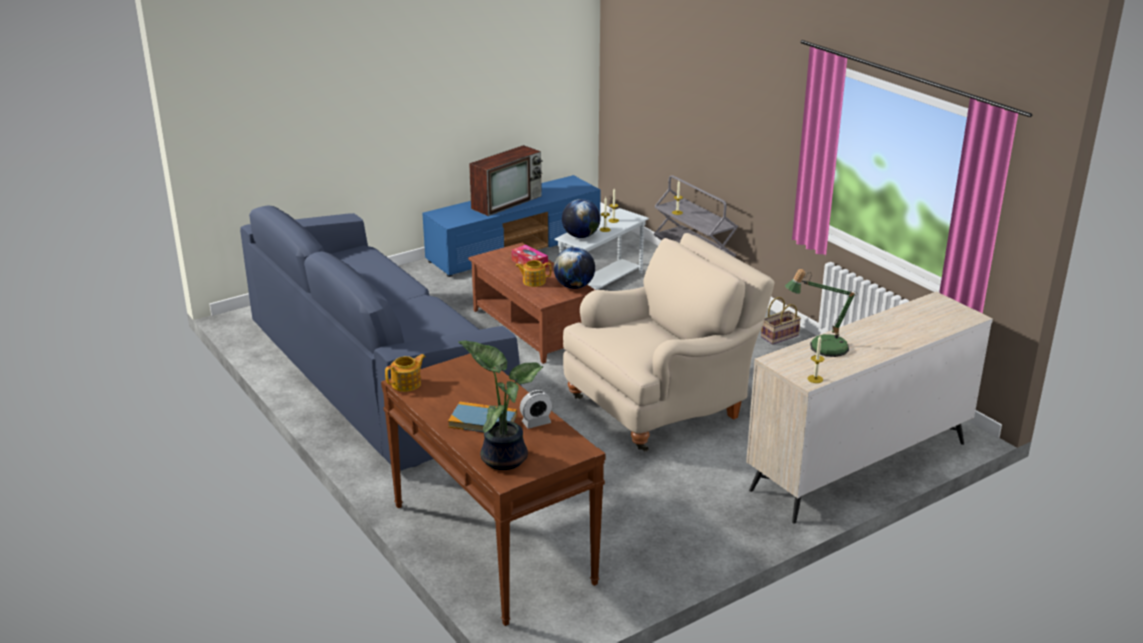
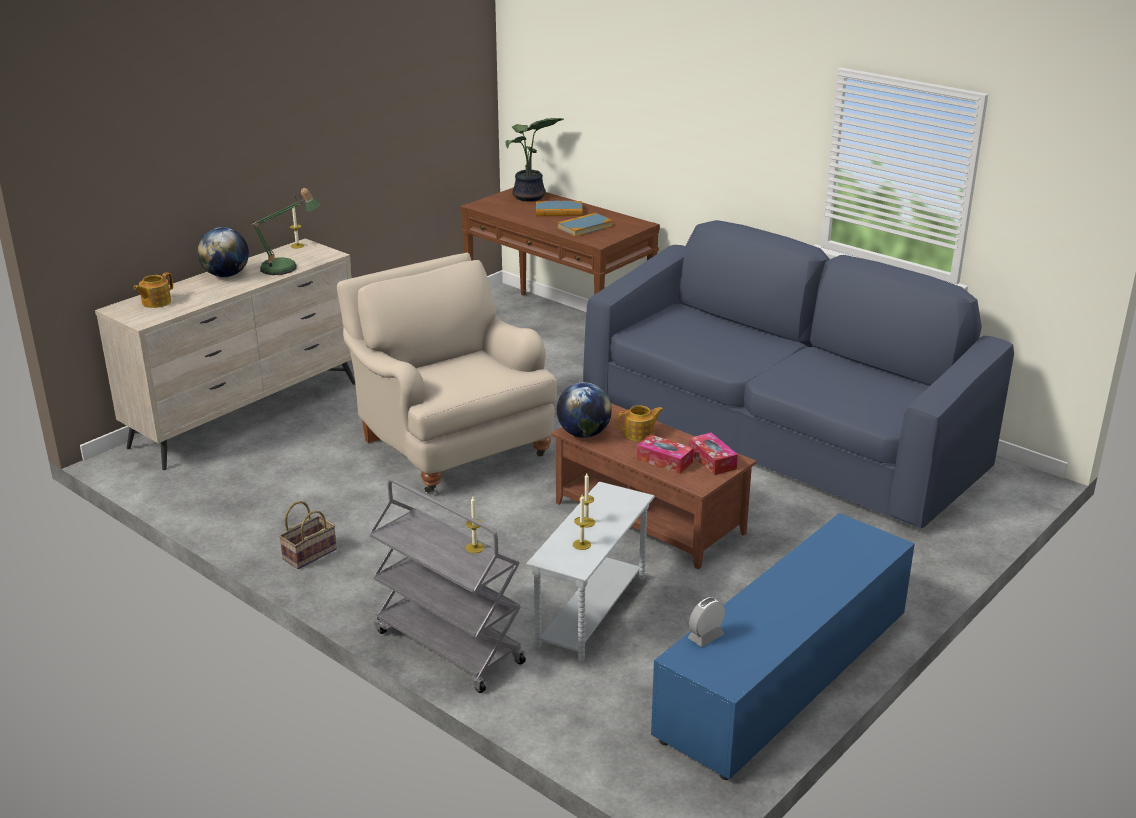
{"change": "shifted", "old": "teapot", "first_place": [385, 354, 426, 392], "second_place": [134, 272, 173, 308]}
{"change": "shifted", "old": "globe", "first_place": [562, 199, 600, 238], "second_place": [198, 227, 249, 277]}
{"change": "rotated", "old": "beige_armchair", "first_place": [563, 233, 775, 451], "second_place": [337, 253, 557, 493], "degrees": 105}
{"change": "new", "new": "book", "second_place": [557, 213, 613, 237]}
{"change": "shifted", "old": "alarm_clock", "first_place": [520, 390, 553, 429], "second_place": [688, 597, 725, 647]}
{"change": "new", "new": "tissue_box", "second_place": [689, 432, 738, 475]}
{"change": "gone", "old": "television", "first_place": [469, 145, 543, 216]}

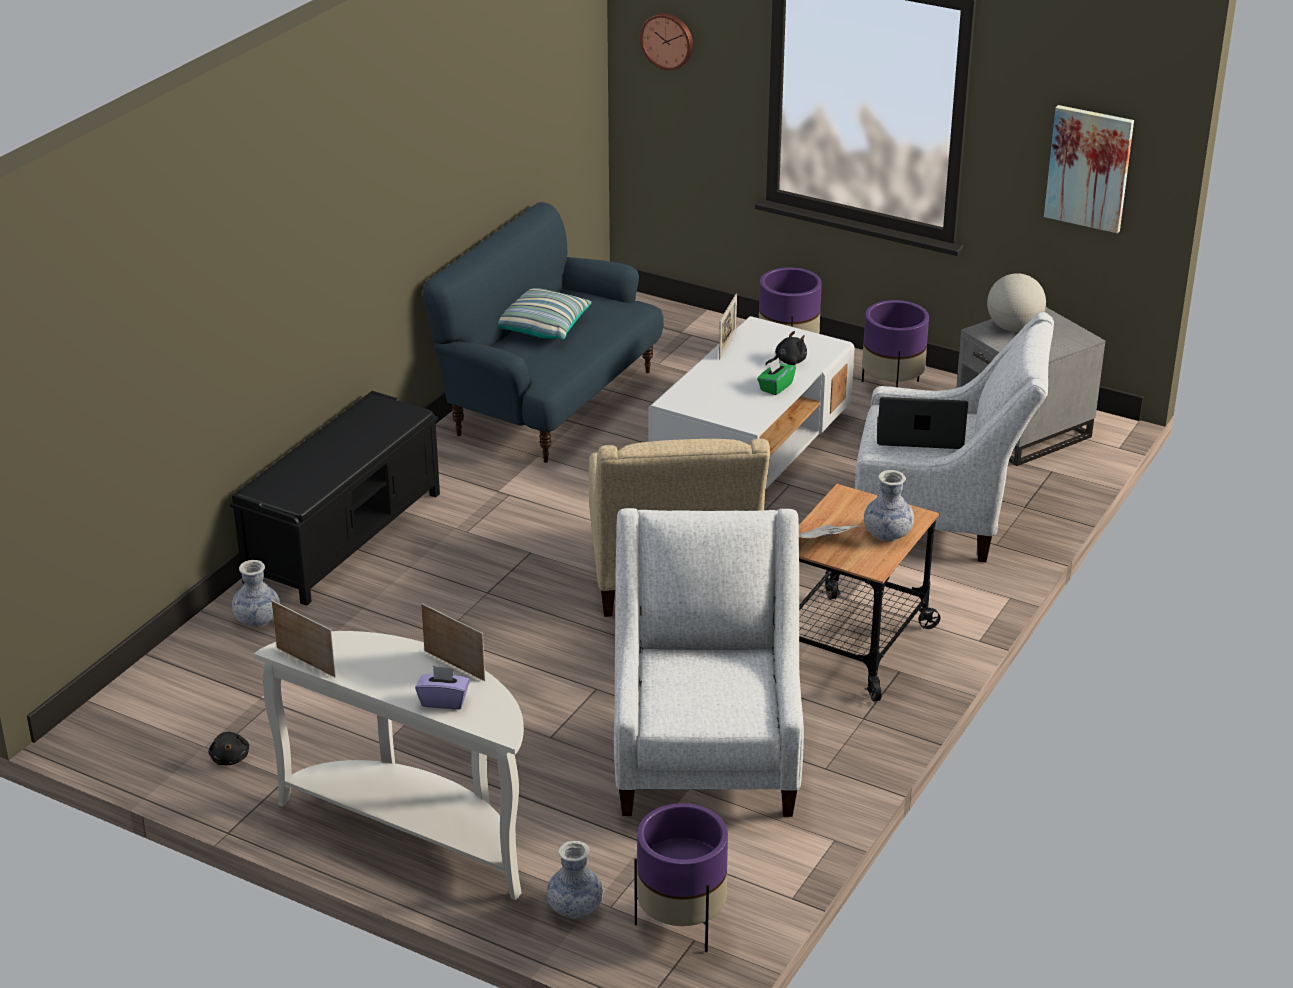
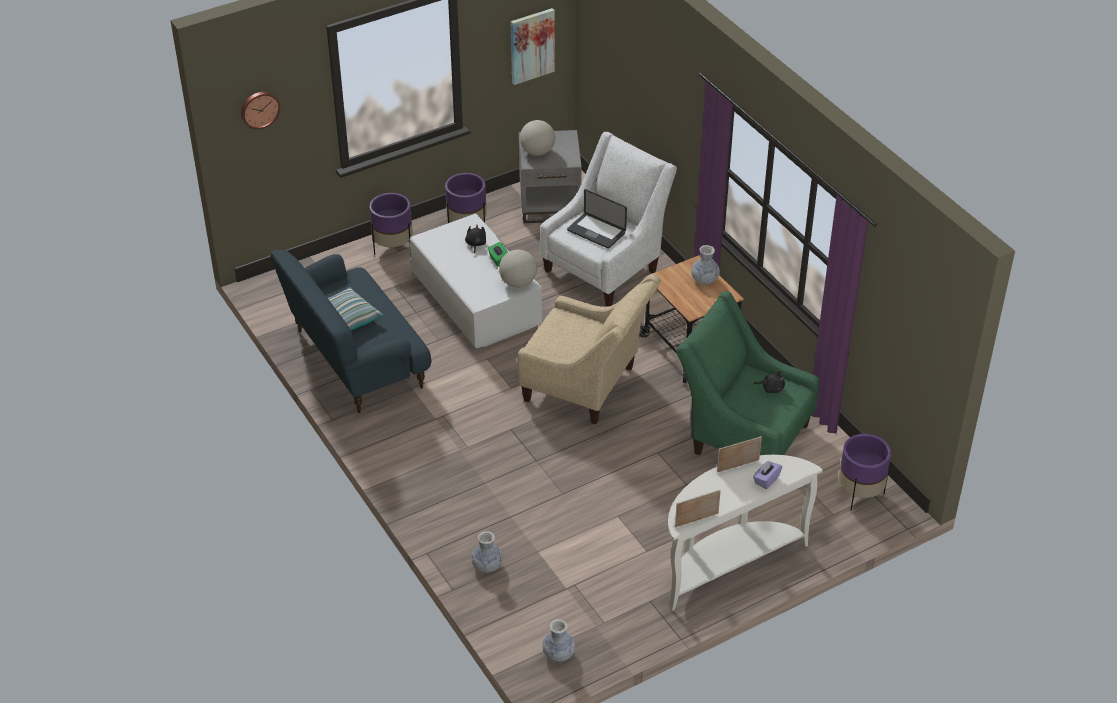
{"change": "new", "new": "globe", "second_place": [499, 250, 537, 288]}
{"change": "shifted", "old": "vase", "first_place": [547, 841, 603, 919], "second_place": [542, 619, 575, 662]}
{"change": "rotated", "old": "laptop", "first_place": [877, 397, 968, 449], "second_place": [567, 189, 627, 248], "degrees": -90}
{"change": "repainted", "old": "white_armchair", "new": "green_armchair", "first_place": [614, 508, 804, 817], "second_place": [676, 291, 820, 455]}
{"change": "shifted", "old": "black_plush_toy", "first_place": [208, 732, 249, 765], "second_place": [753, 371, 785, 393]}
{"change": "gone", "old": "black_bench", "first_place": [230, 391, 440, 606]}
{"change": "gone", "old": "picture_frame", "first_place": [719, 293, 737, 360]}
{"change": "gone", "old": "newspaper", "first_place": [799, 525, 861, 538]}

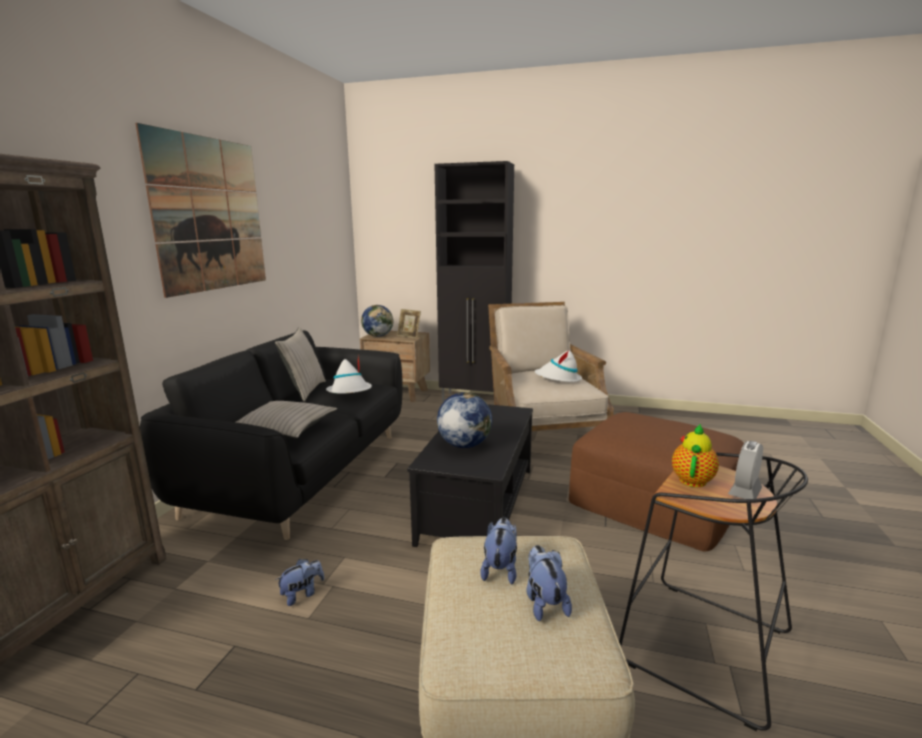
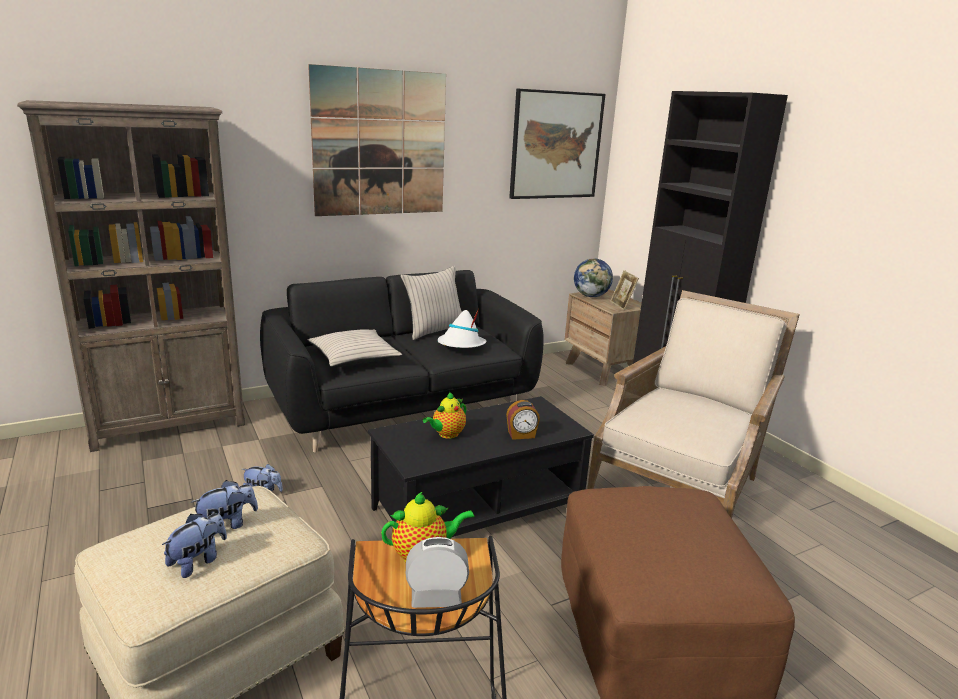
{"change": "swapped", "old": "globe", "new": "teapot", "first_place": [437, 392, 492, 448], "second_place": [423, 392, 467, 439]}
{"change": "new", "new": "alarm_clock", "second_place": [506, 400, 540, 440]}
{"change": "new", "new": "picture", "second_place": [509, 89, 605, 199]}
{"change": "gone", "old": "white_hat", "first_place": [535, 350, 582, 382]}

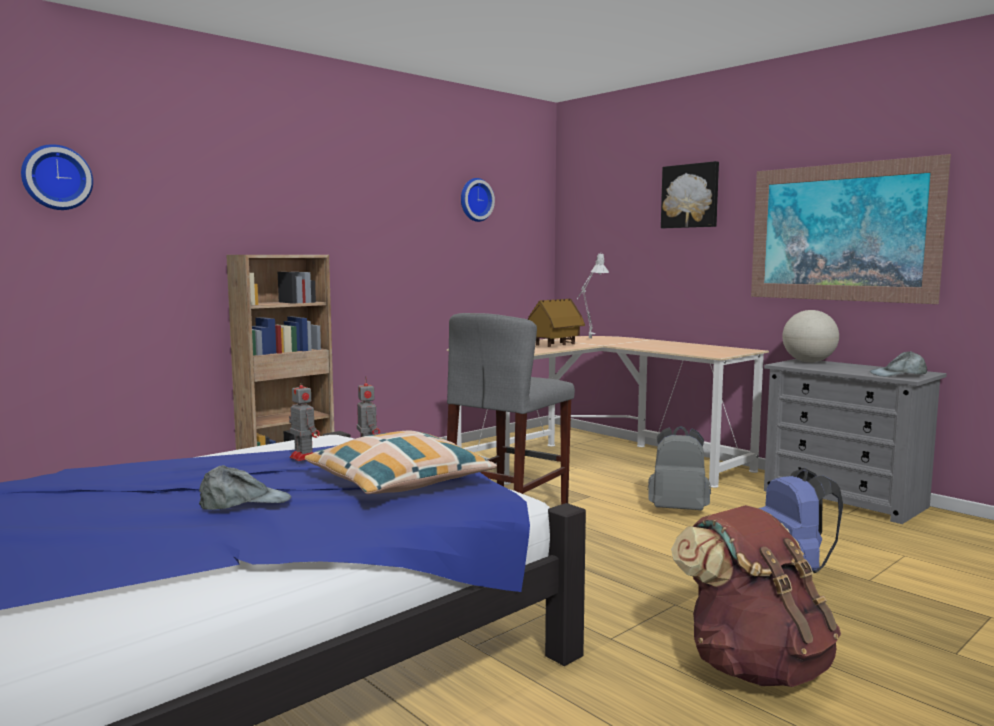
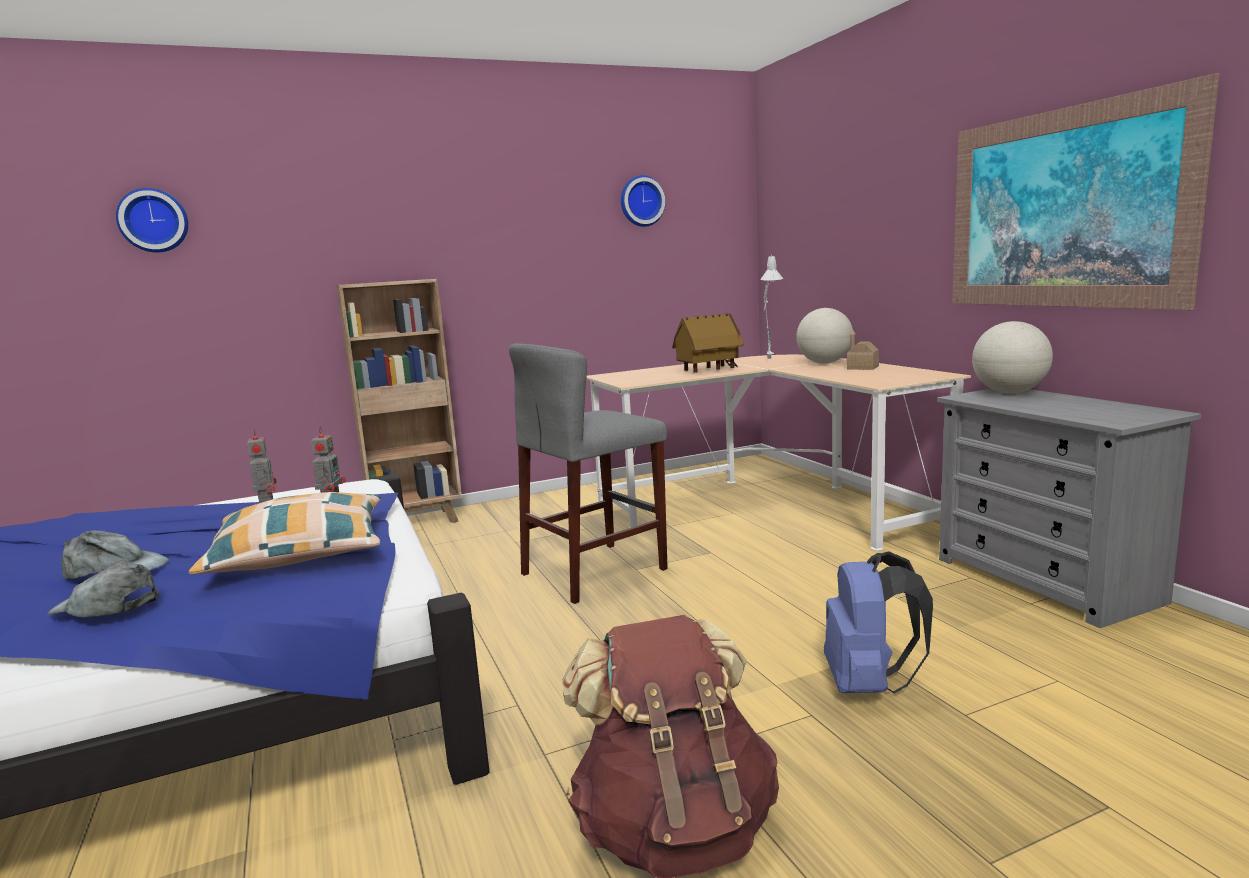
{"change": "shifted", "old": "grey_cap", "first_place": [869, 351, 927, 377], "second_place": [47, 560, 159, 618]}
{"change": "new", "new": "globe", "second_place": [796, 308, 853, 364]}
{"change": "new", "new": "toy_house", "second_place": [847, 329, 879, 370]}
{"change": "gone", "old": "grey_backpack", "first_place": [648, 426, 711, 510]}
{"change": "gone", "old": "picture", "first_place": [661, 161, 719, 228]}

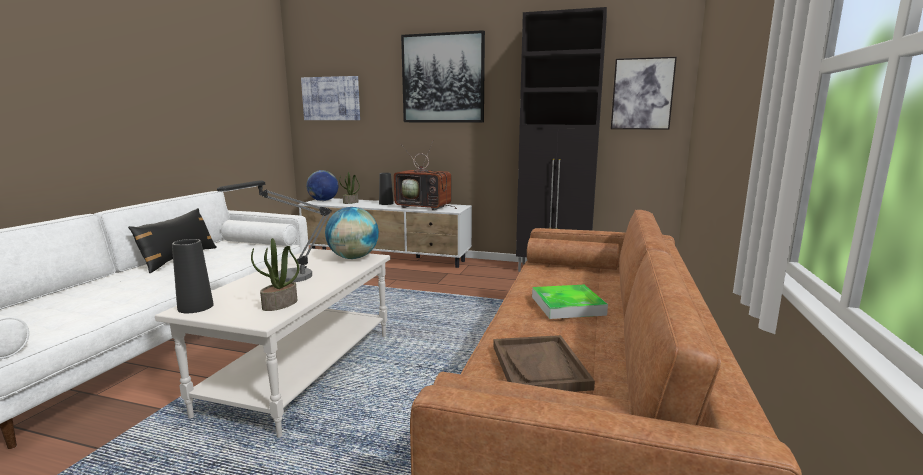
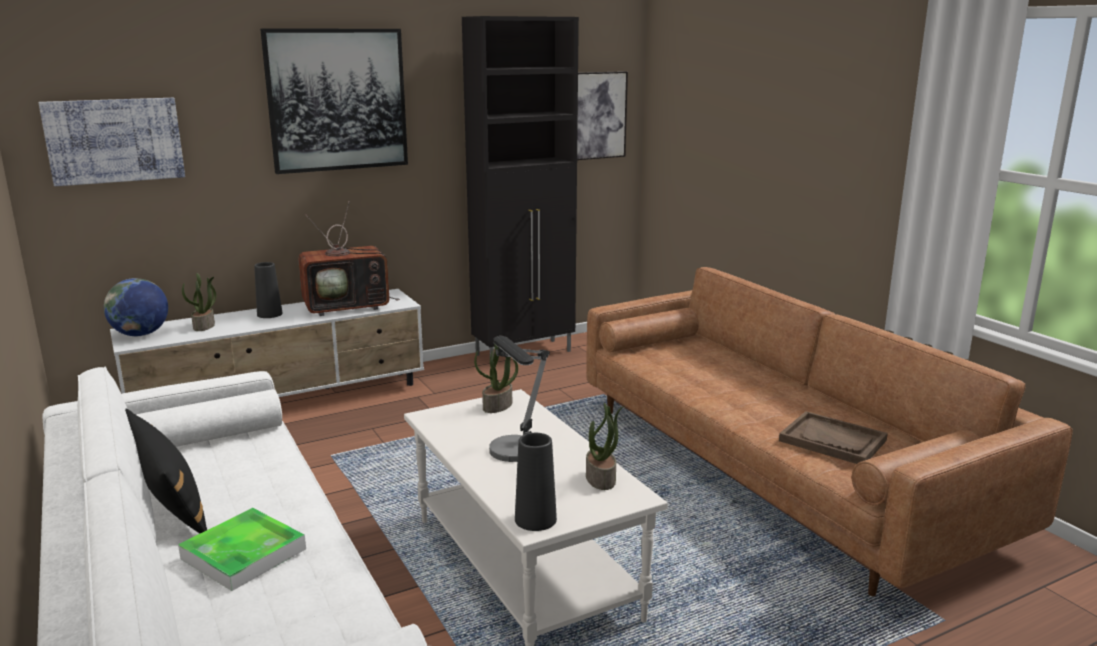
{"change": "shifted", "old": "tray", "first_place": [532, 285, 608, 319], "second_place": [178, 508, 306, 591]}
{"change": "swapped", "old": "globe", "new": "potted_plant", "first_place": [325, 207, 379, 259], "second_place": [474, 344, 518, 413]}

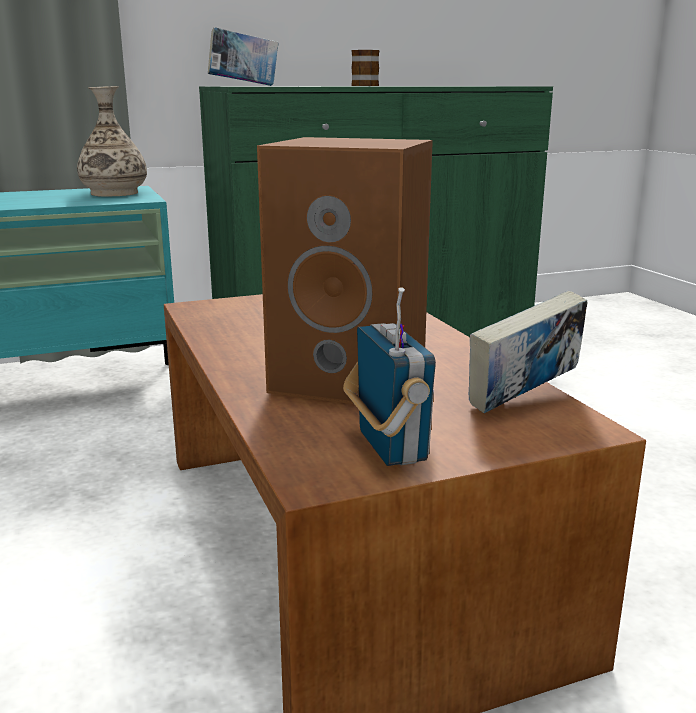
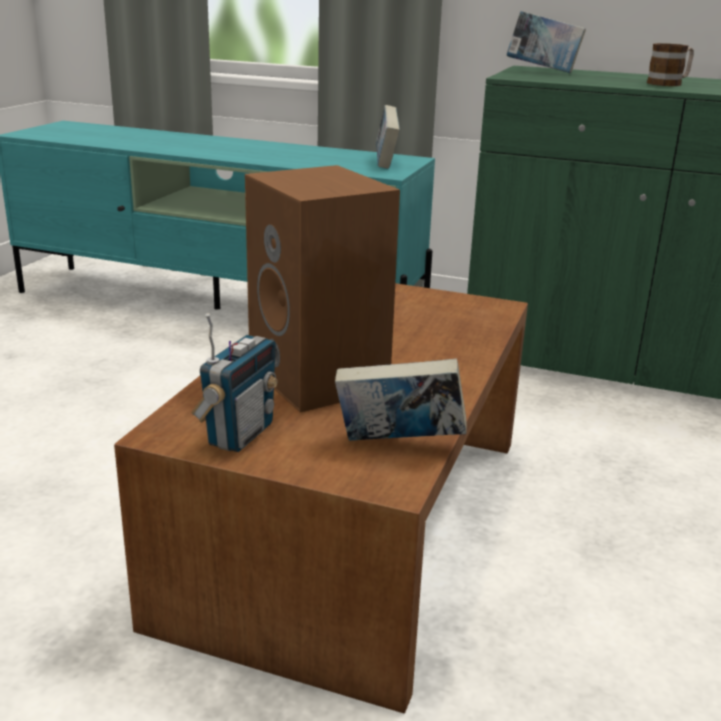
{"change": "swapped", "old": "vase", "new": "book", "first_place": [77, 86, 147, 197], "second_place": [376, 105, 400, 169]}

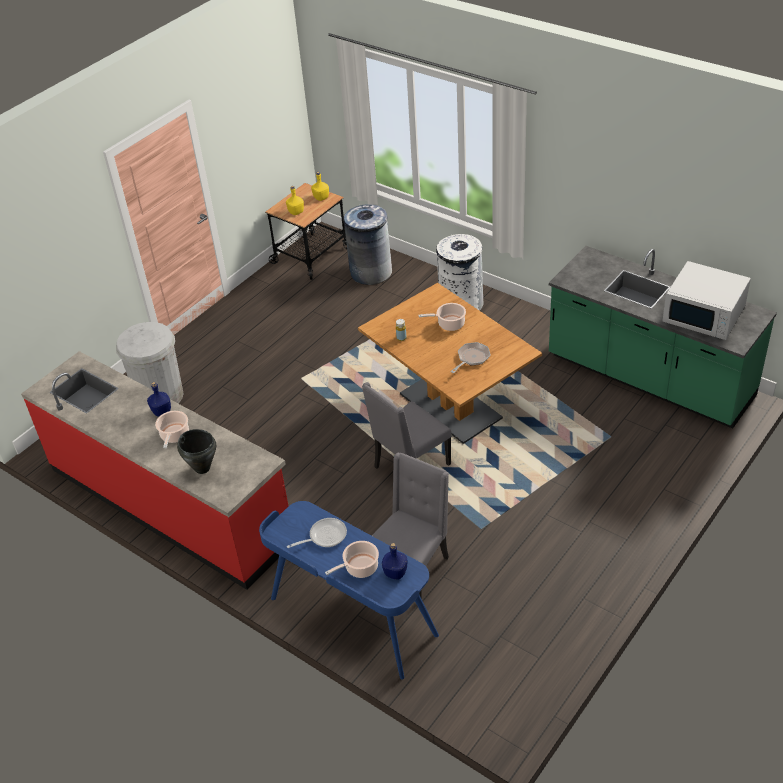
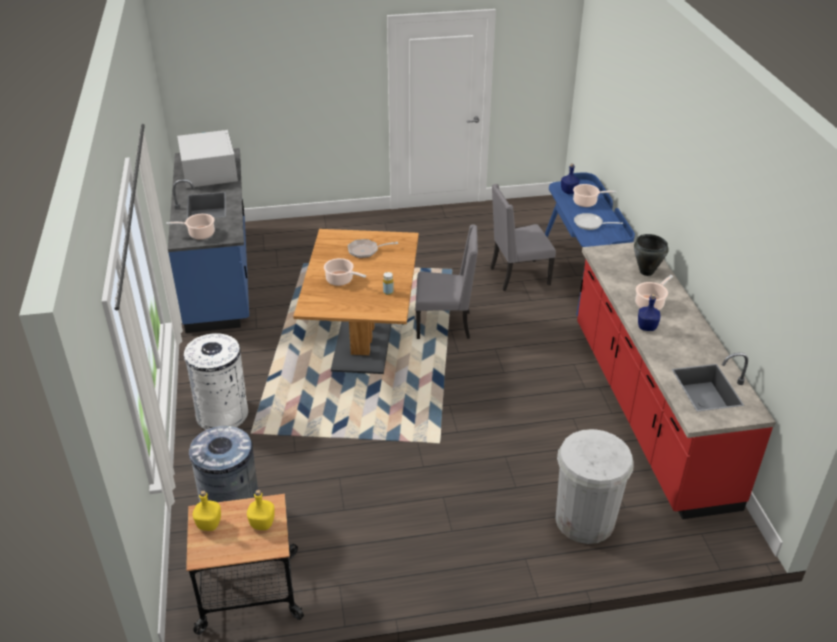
{"change": "new", "new": "cooking_pot", "second_place": [167, 214, 215, 239]}
{"change": "repainted", "old": "green_counter", "new": "blue_counter", "first_place": [549, 246, 777, 429], "second_place": [168, 148, 249, 333]}

